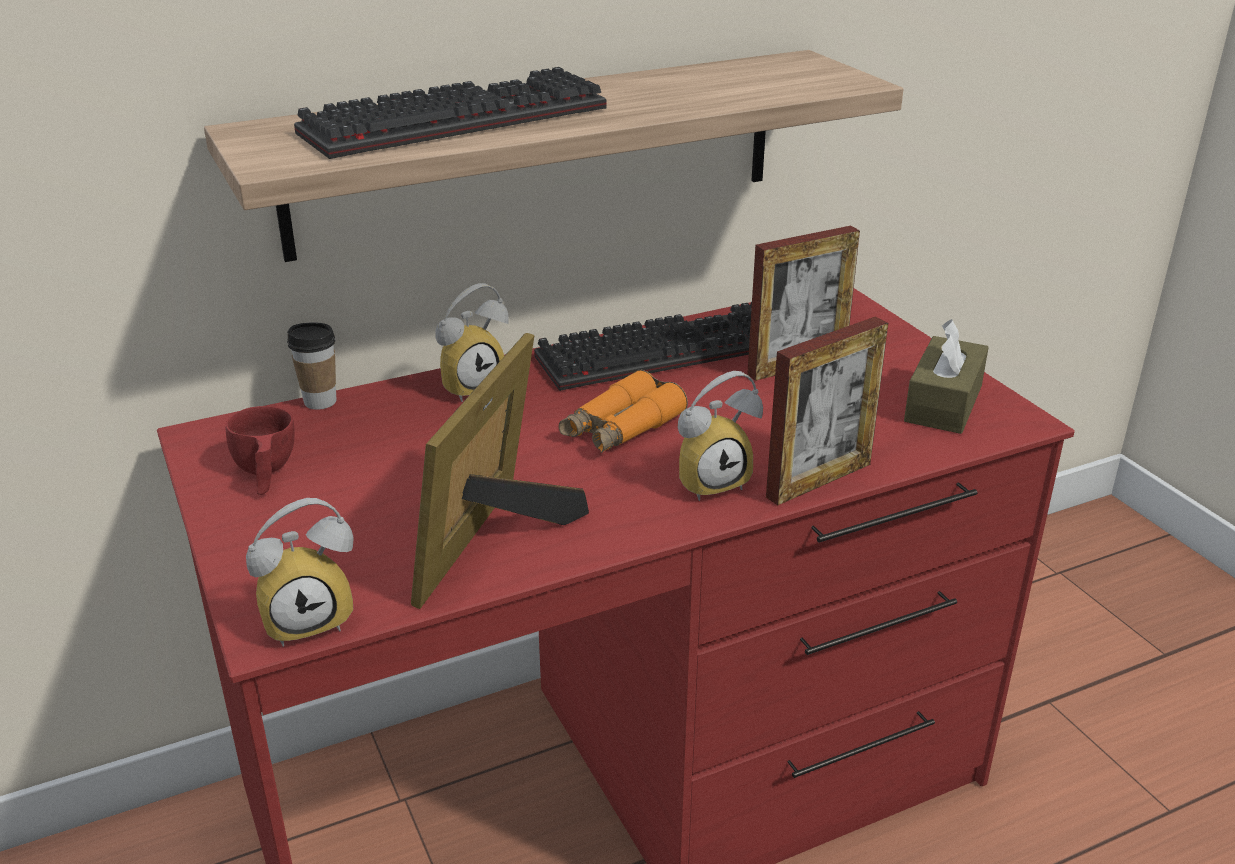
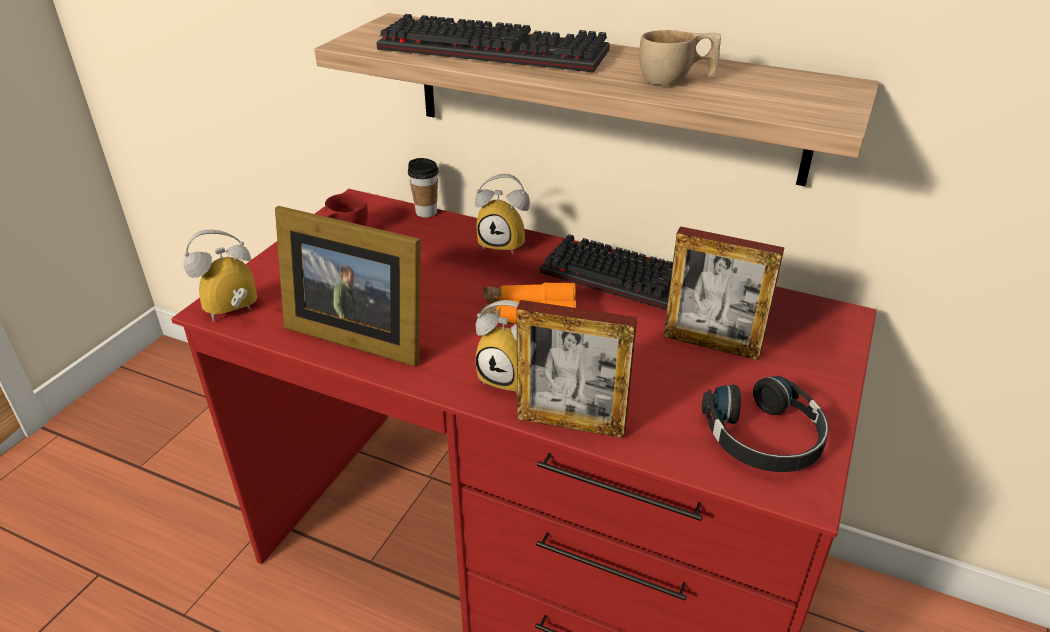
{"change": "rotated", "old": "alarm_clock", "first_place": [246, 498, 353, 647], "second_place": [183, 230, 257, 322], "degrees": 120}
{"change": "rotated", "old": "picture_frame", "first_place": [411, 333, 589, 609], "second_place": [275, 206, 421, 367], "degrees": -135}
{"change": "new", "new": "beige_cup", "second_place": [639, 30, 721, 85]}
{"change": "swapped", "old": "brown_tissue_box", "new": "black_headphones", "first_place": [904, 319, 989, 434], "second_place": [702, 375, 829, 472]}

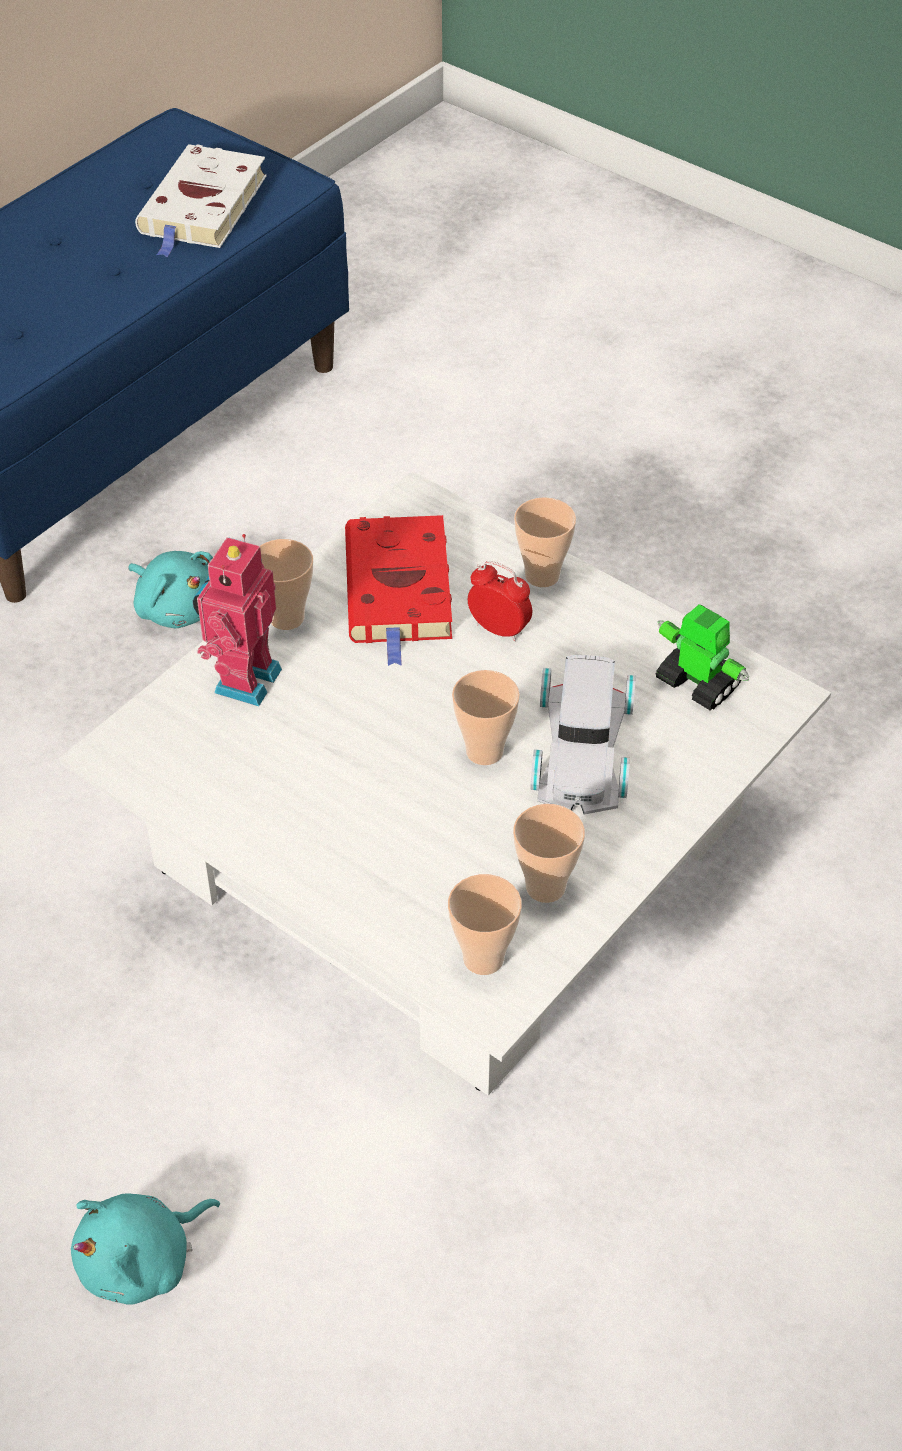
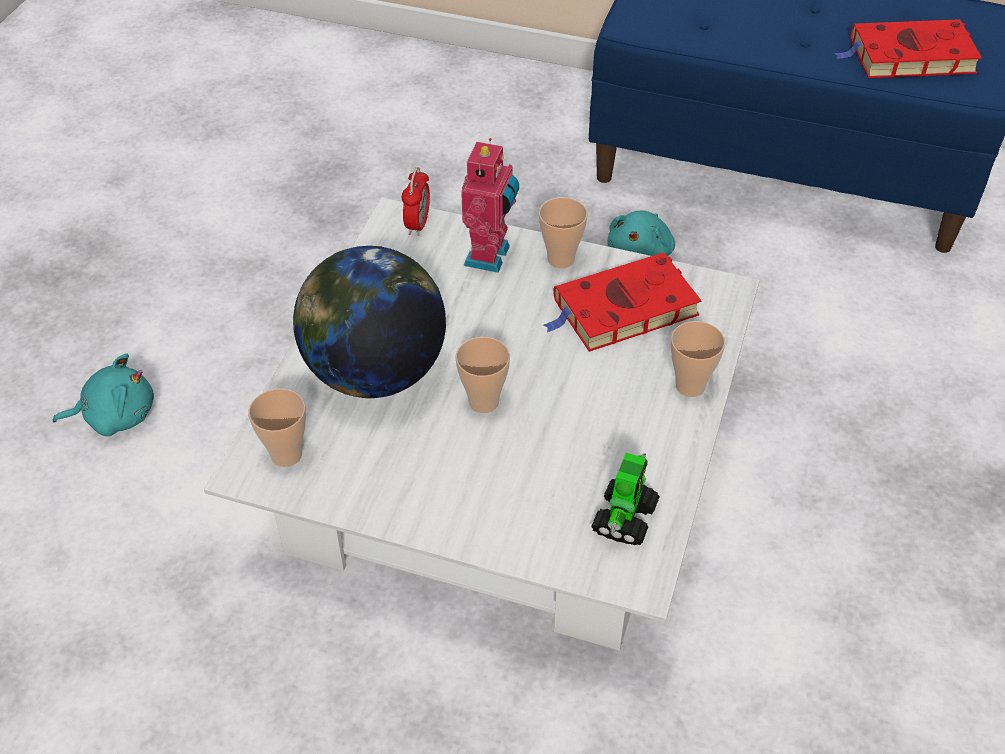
{"change": "rotated", "old": "turquoise_plush_toy", "first_place": [71, 1193, 220, 1305], "second_place": [53, 353, 154, 436], "degrees": 135}
{"change": "new", "new": "globe", "second_place": [293, 246, 446, 398]}
{"change": "shifted", "old": "alarm_clock", "first_place": [468, 561, 532, 642], "second_place": [402, 167, 430, 236]}
{"change": "rotated", "old": "toy_robot", "first_place": [193, 534, 282, 706], "second_place": [461, 138, 519, 273], "degrees": 105}
{"change": "repainted", "old": "white_book", "new": "red_book", "first_place": [135, 144, 267, 257], "second_place": [834, 19, 982, 78]}
{"change": "gone", "old": "cup", "first_place": [513, 804, 585, 903]}
{"change": "gone", "old": "white_toy_car", "first_place": [531, 655, 636, 814]}

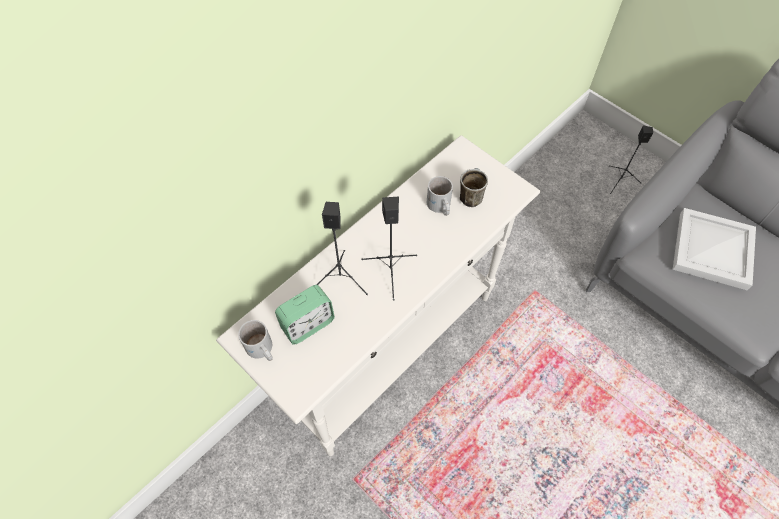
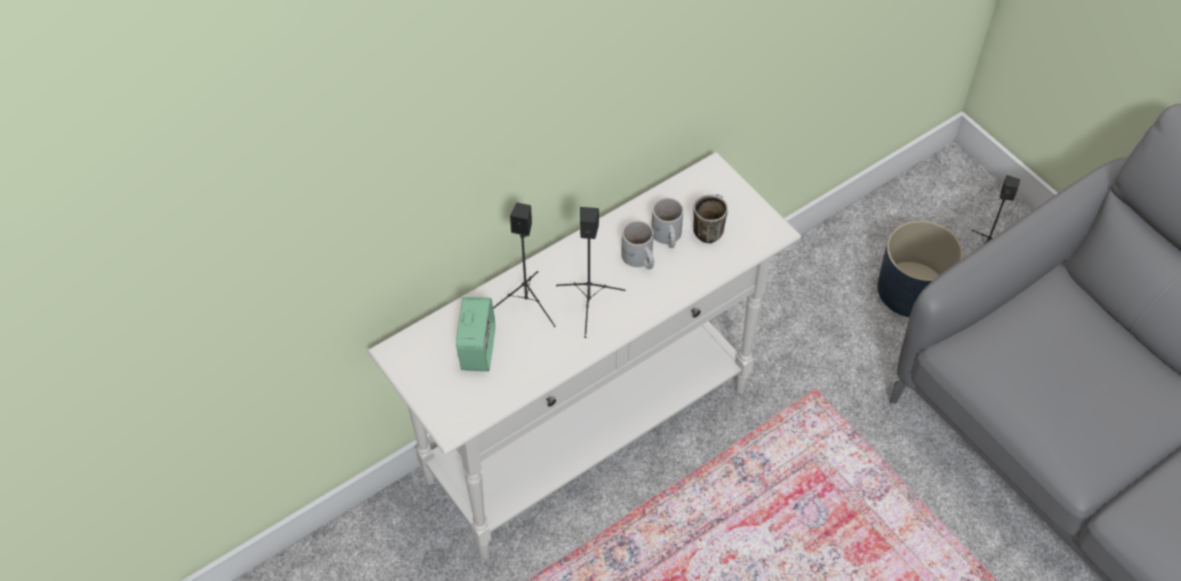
{"change": "rotated", "old": "alarm_clock", "first_place": [275, 285, 335, 345], "second_place": [456, 297, 495, 371], "degrees": -60}
{"change": "shifted", "old": "white_mug", "first_place": [238, 320, 273, 361], "second_place": [621, 221, 654, 269]}
{"change": "new", "new": "blue_planter", "second_place": [878, 221, 963, 317]}
{"change": "gone", "old": "white_tray", "first_place": [673, 208, 756, 290]}

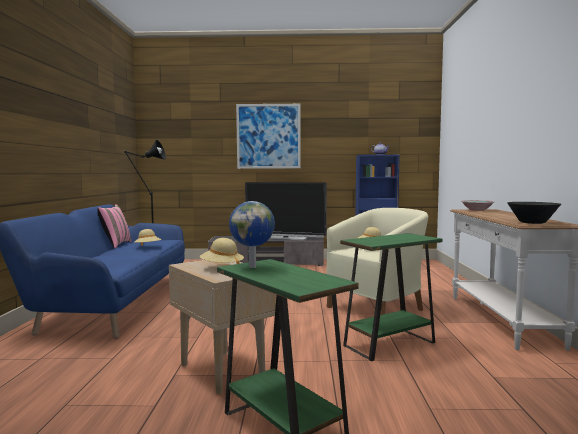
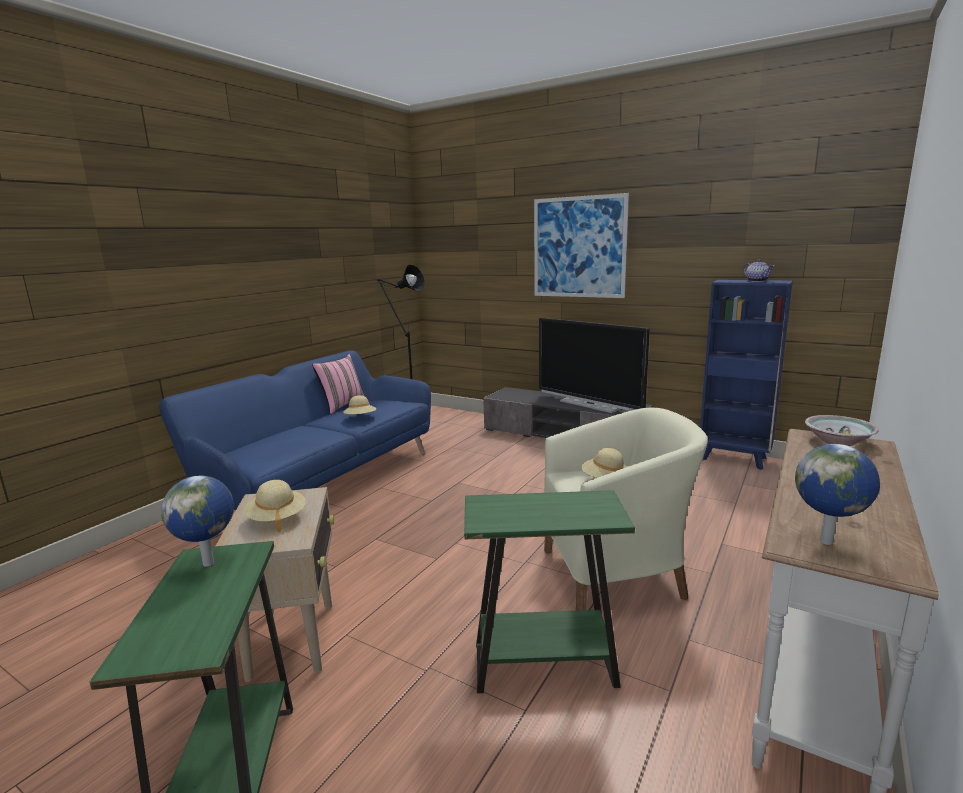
{"change": "swapped", "old": "black_bowl", "new": "globe", "first_place": [507, 202, 561, 224], "second_place": [795, 444, 880, 545]}

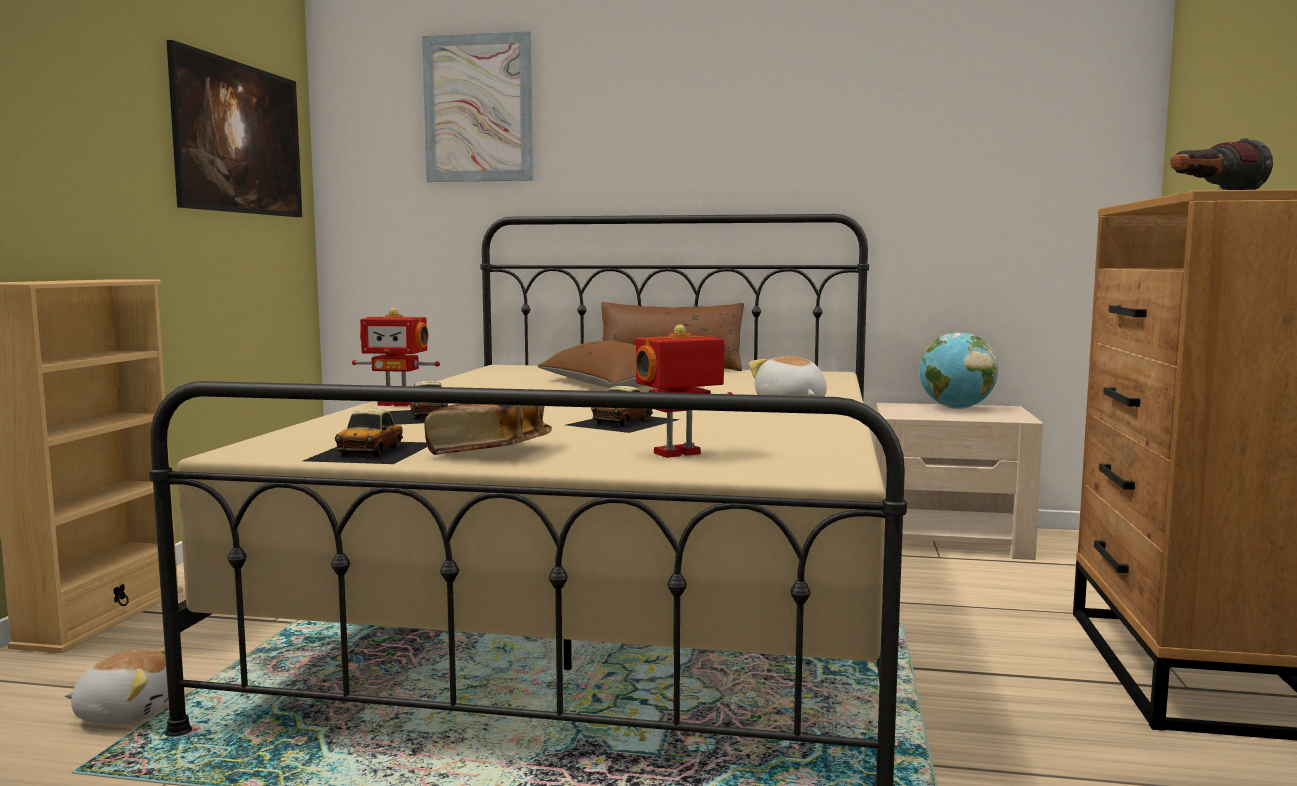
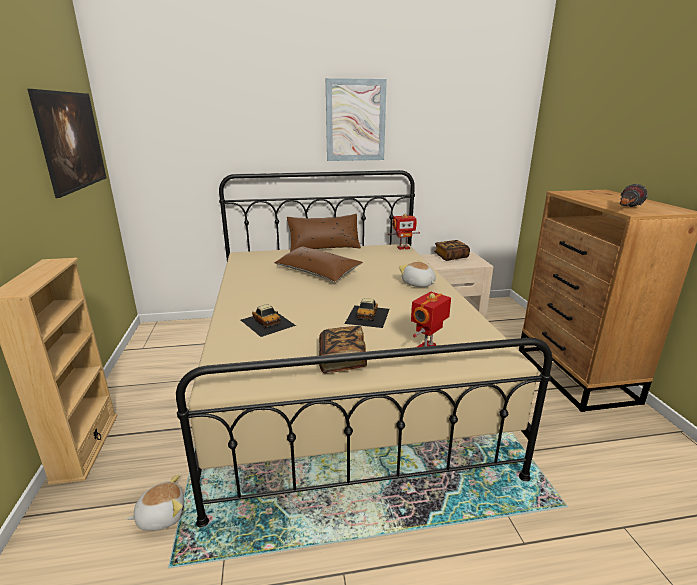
{"change": "shifted", "old": "picture", "first_place": [422, 31, 533, 182], "second_place": [326, 78, 387, 161]}
{"change": "shifted", "old": "toy_robot", "first_place": [352, 308, 440, 406], "second_place": [388, 214, 420, 250]}
{"change": "swapped", "old": "globe", "new": "book", "first_place": [919, 333, 998, 409], "second_place": [434, 240, 470, 261]}
{"change": "gone", "old": "toy_car", "first_place": [303, 409, 428, 464]}

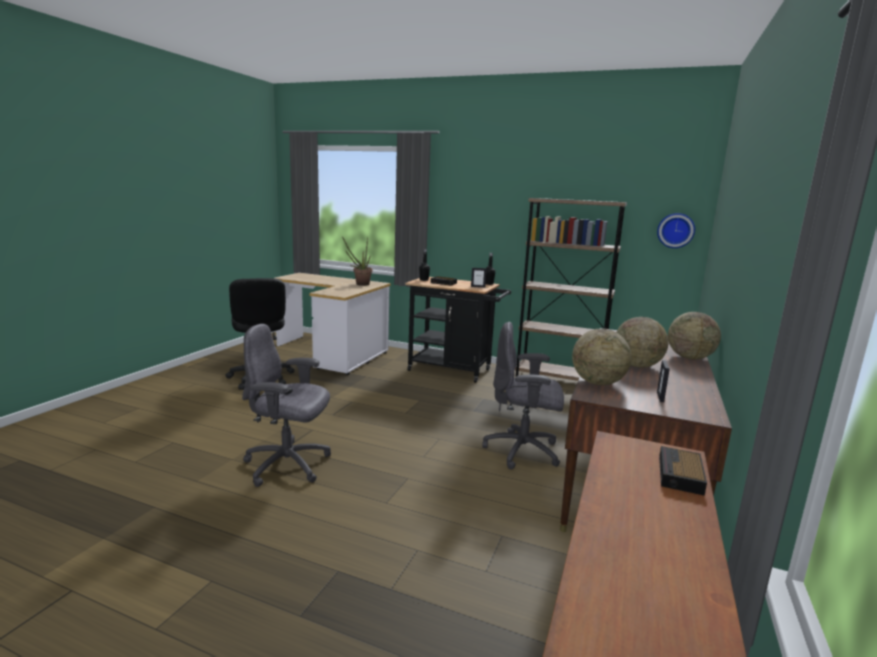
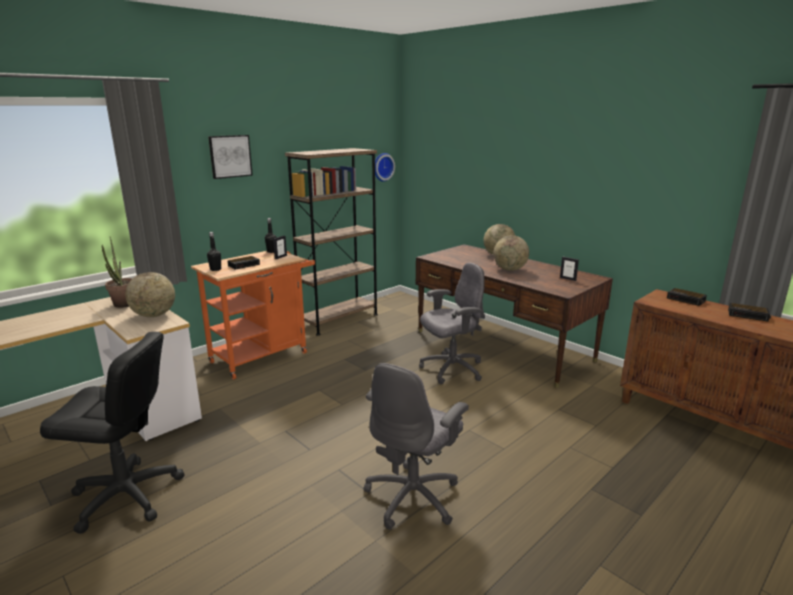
{"change": "shifted", "old": "globe", "first_place": [572, 329, 631, 385], "second_place": [125, 272, 175, 317]}
{"change": "repainted", "old": "black_cart", "new": "orange_cart", "first_place": [405, 277, 511, 383], "second_place": [191, 251, 315, 379]}
{"change": "new", "new": "picture", "second_place": [208, 135, 253, 179]}
{"change": "rotated", "old": "grey_office_chair", "first_place": [482, 322, 564, 470], "second_place": [419, 263, 485, 384], "degrees": -150}
{"change": "new", "new": "alarm_clock", "second_place": [728, 303, 771, 322]}

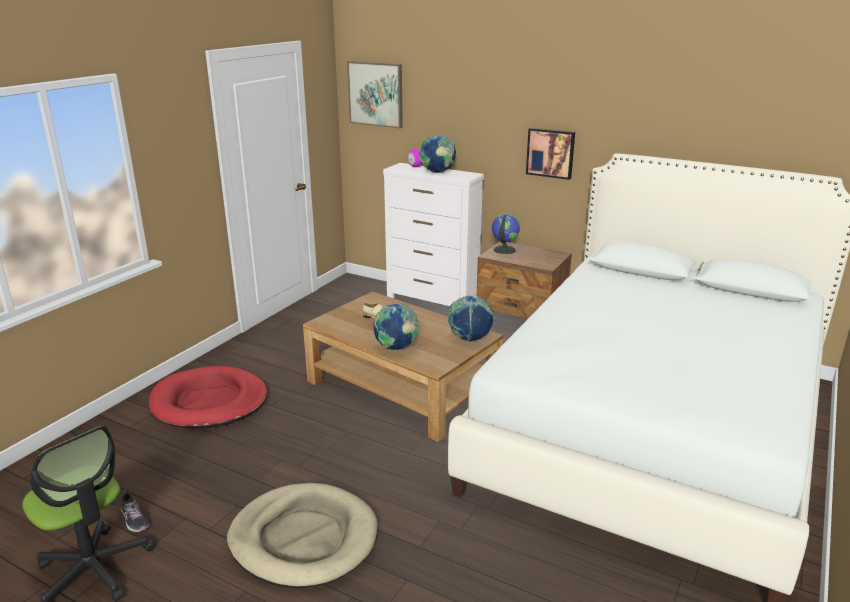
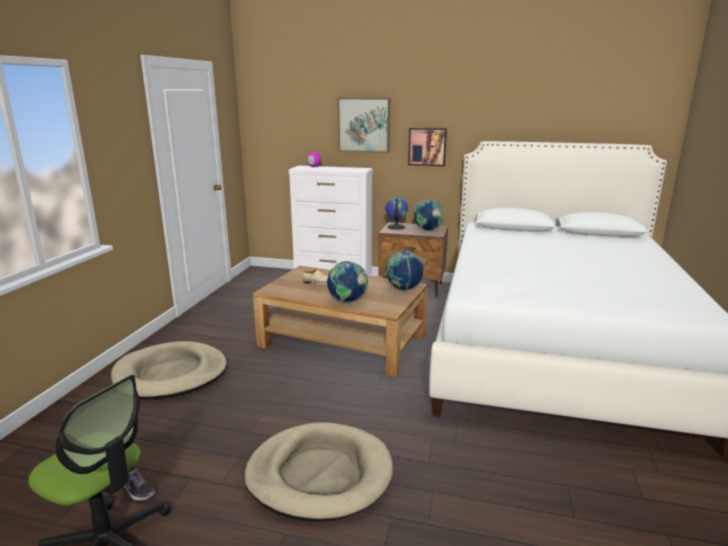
{"change": "repainted", "old": "red_dog_bed", "new": "beige_dog_bed", "first_place": [149, 366, 267, 429], "second_place": [111, 341, 227, 399]}
{"change": "shifted", "old": "picture", "first_place": [347, 61, 403, 128], "second_place": [338, 98, 390, 153]}
{"change": "shifted", "old": "globe", "first_place": [420, 135, 456, 173], "second_place": [414, 200, 444, 231]}

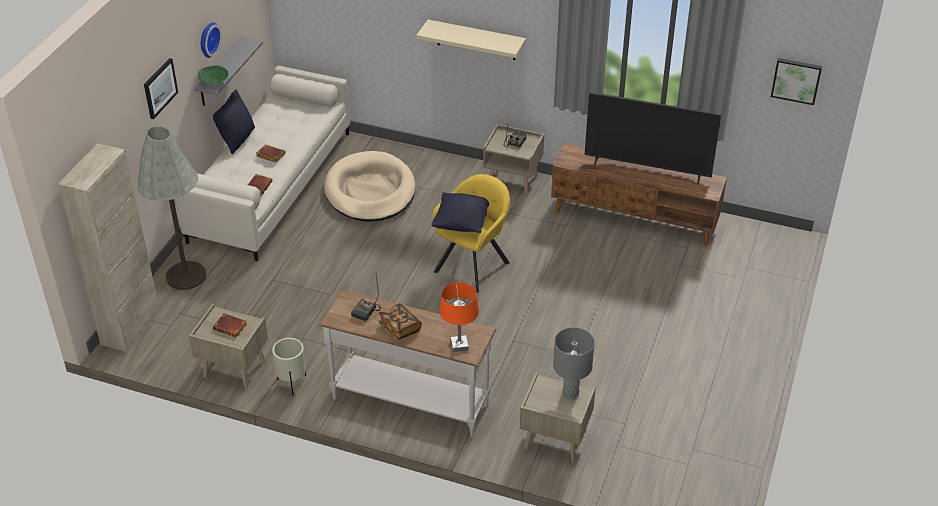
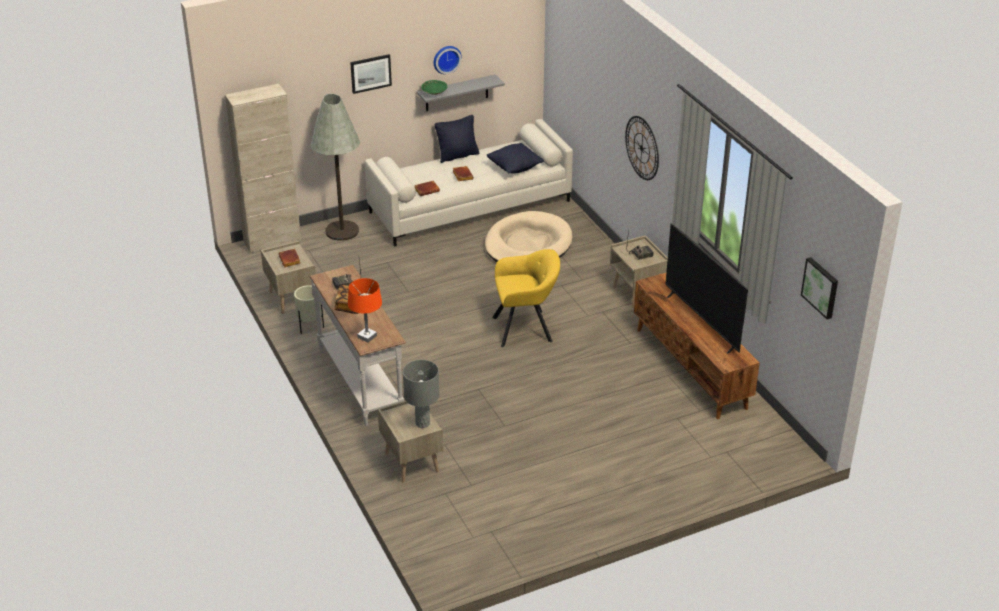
{"change": "shifted", "old": "black_pillow", "first_place": [431, 193, 489, 233], "second_place": [487, 143, 544, 174]}
{"change": "swapped", "old": "beige_shelf", "new": "wall_clock", "first_place": [416, 20, 526, 60], "second_place": [625, 116, 659, 180]}

